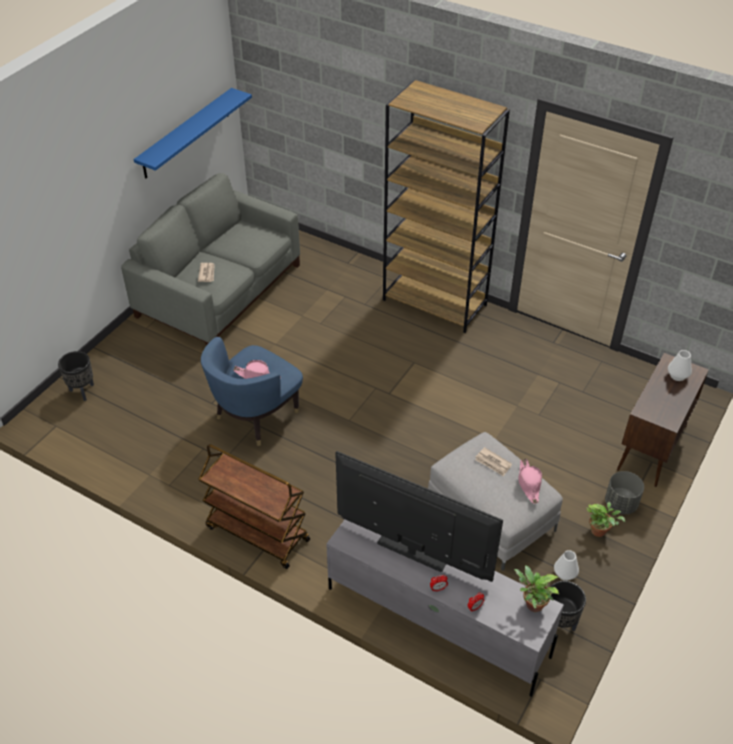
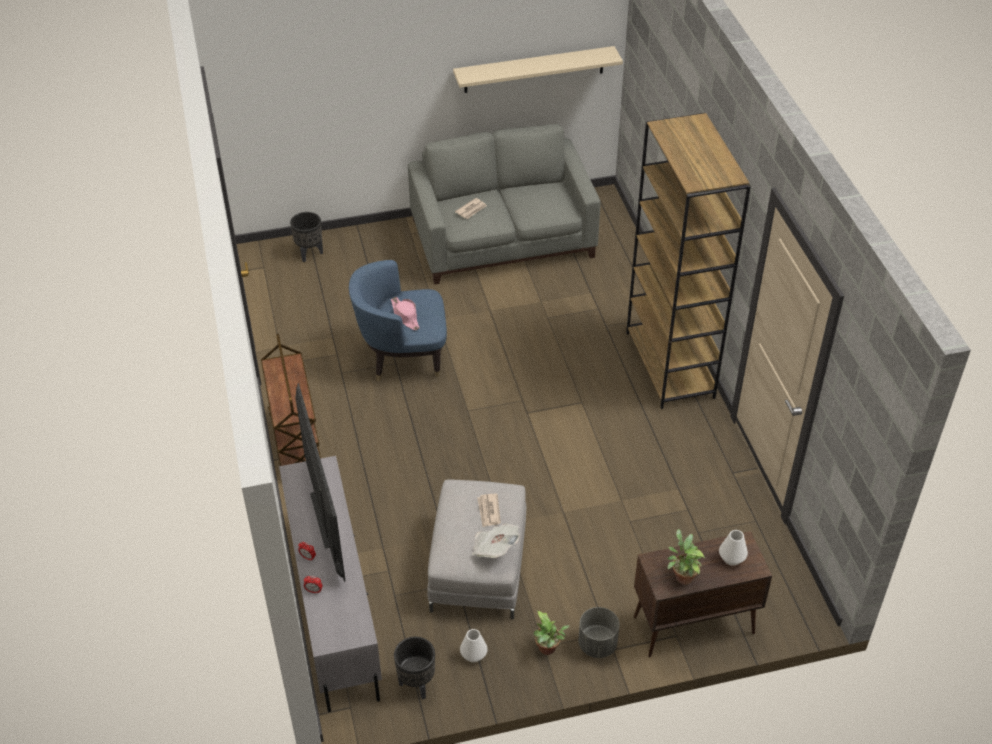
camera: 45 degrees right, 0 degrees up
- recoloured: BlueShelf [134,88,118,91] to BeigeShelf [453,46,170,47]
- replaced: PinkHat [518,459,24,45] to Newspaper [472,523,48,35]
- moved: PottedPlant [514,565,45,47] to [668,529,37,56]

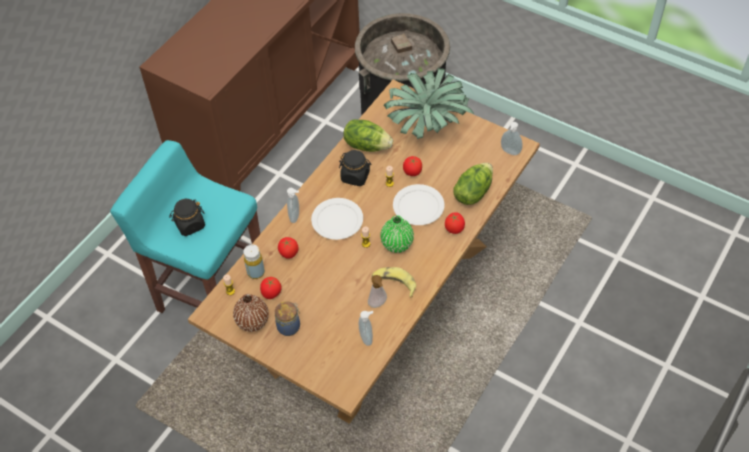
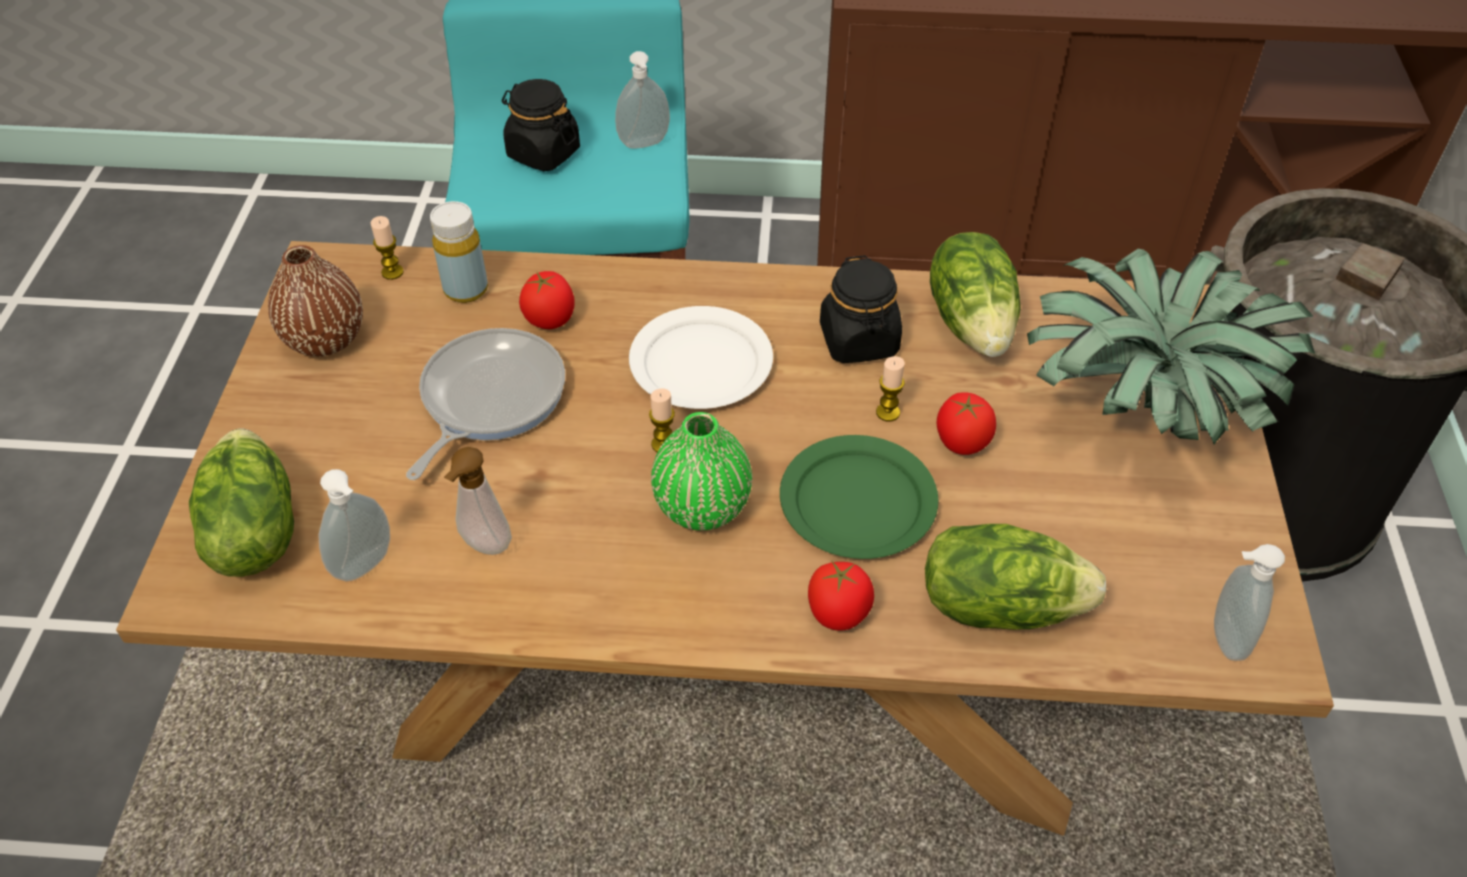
camera: 60 degrees right, 5 degrees down
- recoloured: WhitePlate [393,184,52,41] to GreenPlate [780,435,159,124]
- moved: SoapDispenser [287,188,12,35] to [615,51,55,98]
- removed: Banana [372,267,44,31]
- removed: Tomato [260,277,22,22]
- removed: Jar [275,301,25,35]
- added: FryingPan [406,328,159,152]
- added: Lettuce [189,428,105,149]

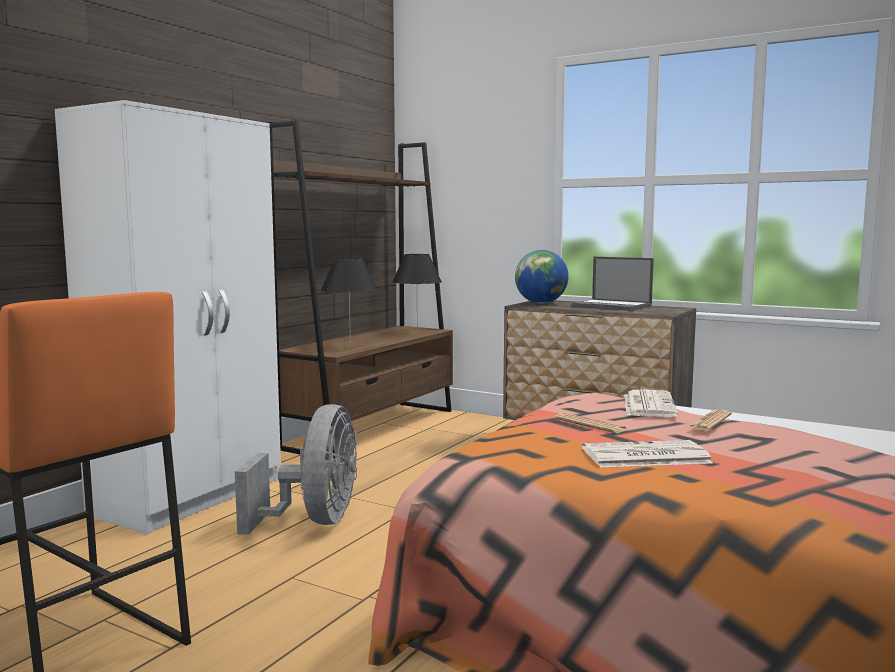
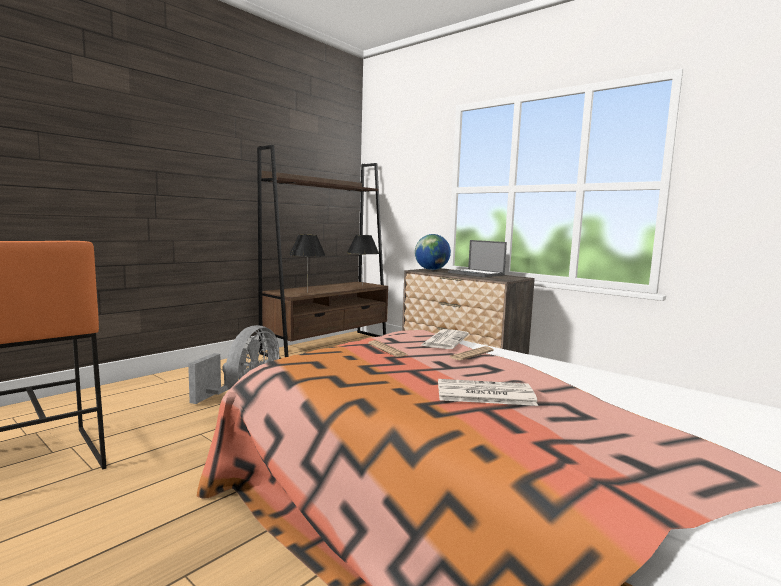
camera: 10 degrees right, 0 degrees up
- removed: WhiteWardrobe [55,100,226,434]
- moved: Newspaper [582,440,131,28] to [438,379,100,27]

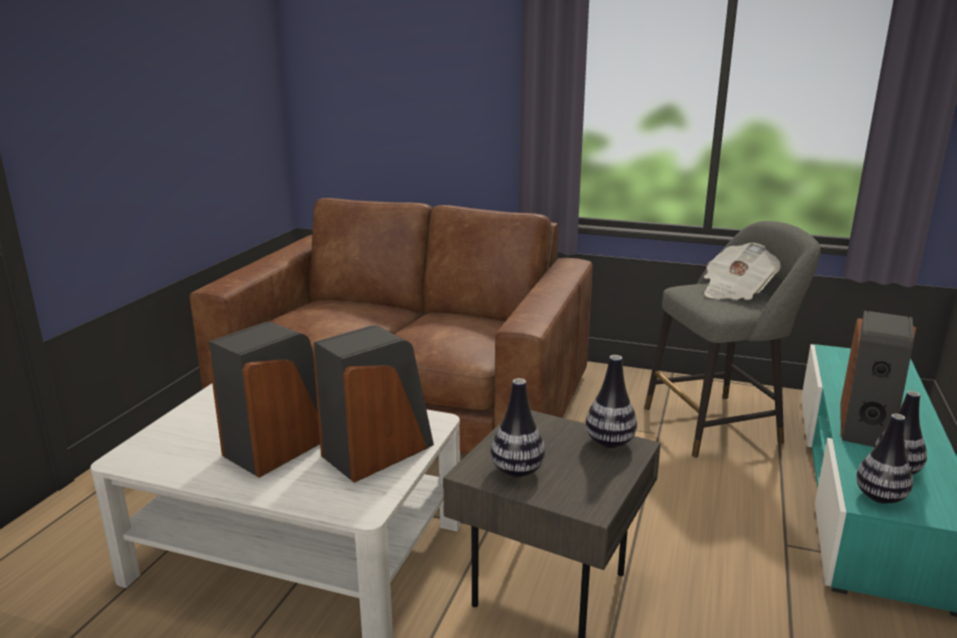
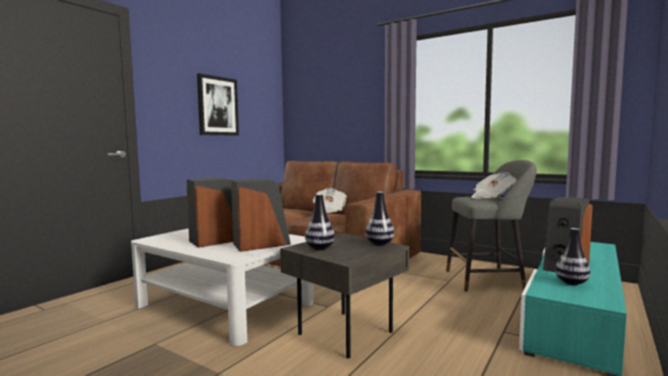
camera: 15 degrees right, 15 degrees down
- removed: Vase [856,414,57,90]
- added: Picture [197,73,42,63]
- added: Newspaper [313,188,34,25]

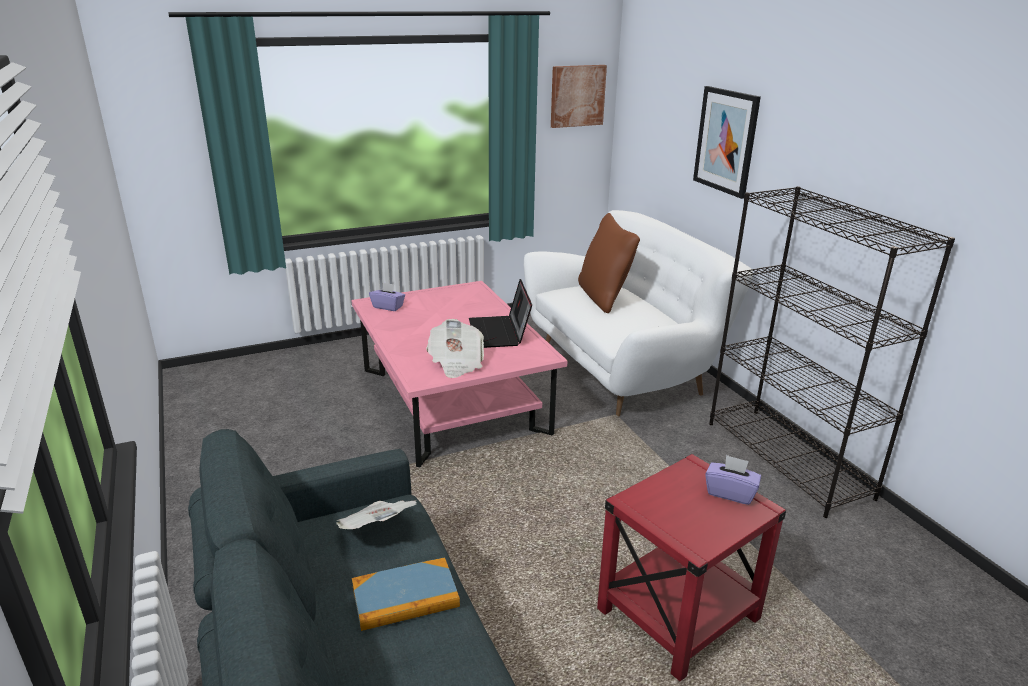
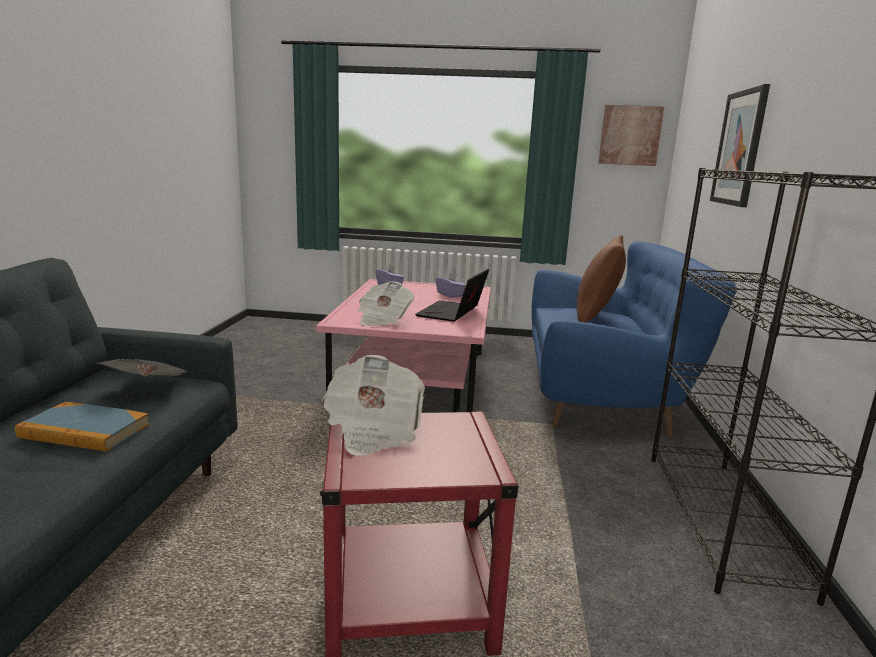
camera: 30 degrees right, 10 degrees down
- recoloured: WhiteSofa [524,210,229,207] to BlueSofa [532,241,204,196]
- moved: PurpleTissueBox [705,455,56,50] to [436,272,30,26]
- added: Newspaper [322,355,103,101]

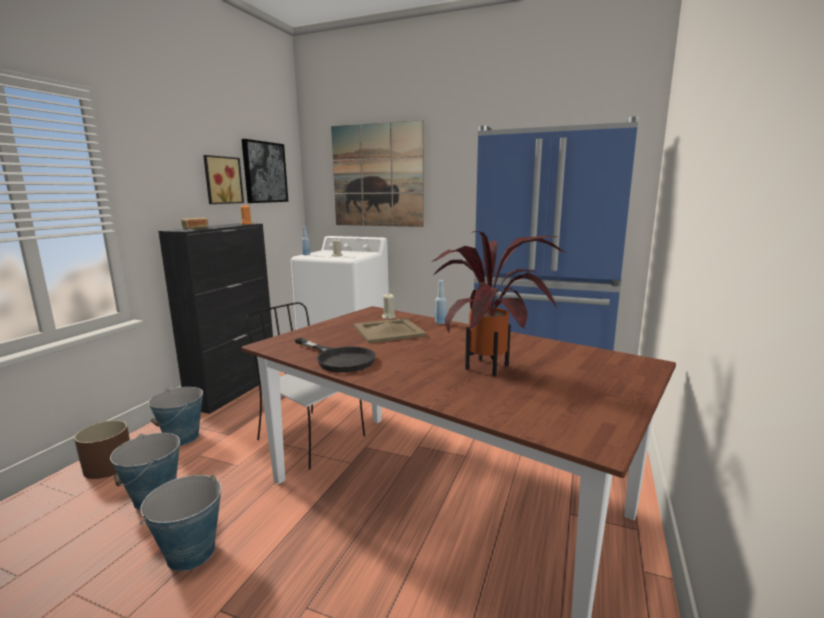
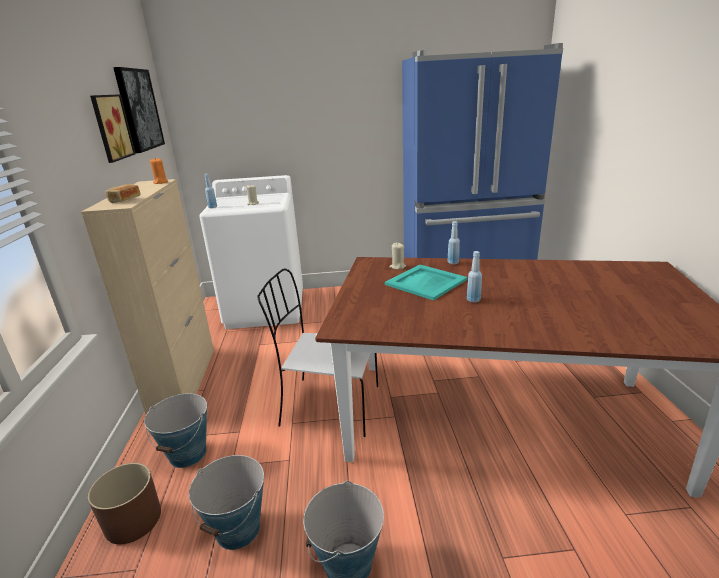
camera: 25 degrees left, 10 degrees up
- removed: Picture [331,120,93,107]
- recoloured: BlackCabinet [158,223,115,191] to BeigeCabinet [81,179,133,235]
- removed: PottedPlant [432,231,134,145]
- recoloured: BeigeTray [354,318,73,25] to TurquoiseTray [385,264,82,37]
- removed: BlackFryingPan [295,338,81,35]
- added: BlueBottle [467,251,15,52]

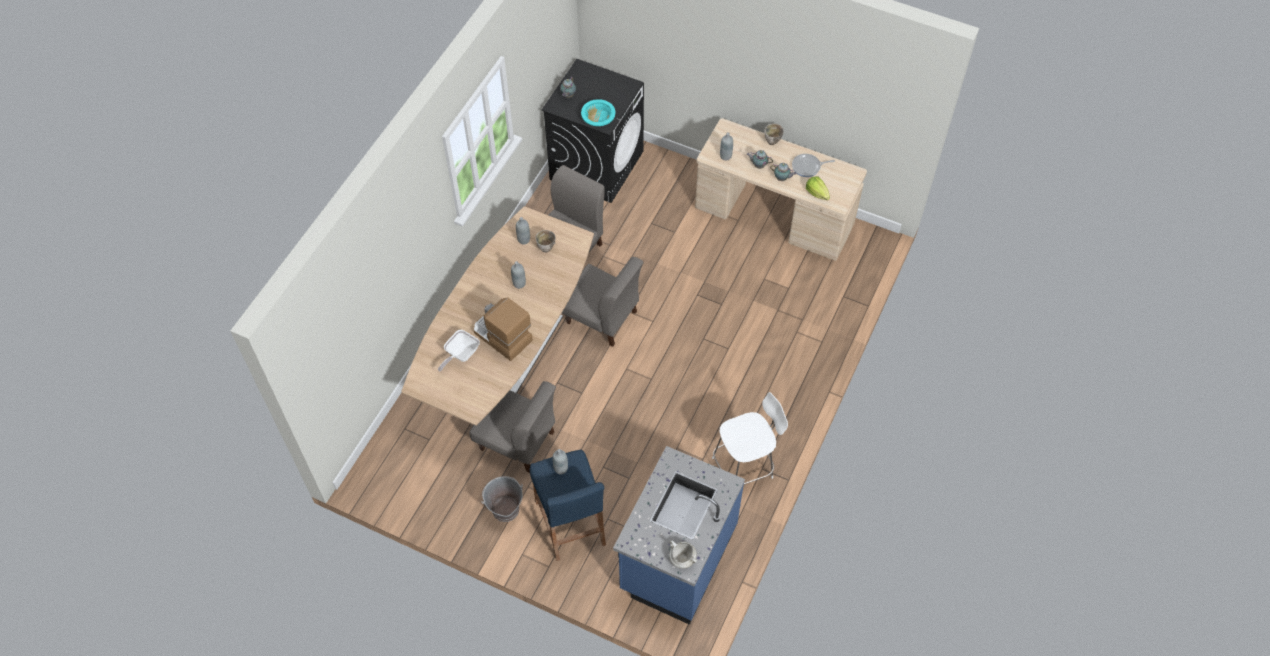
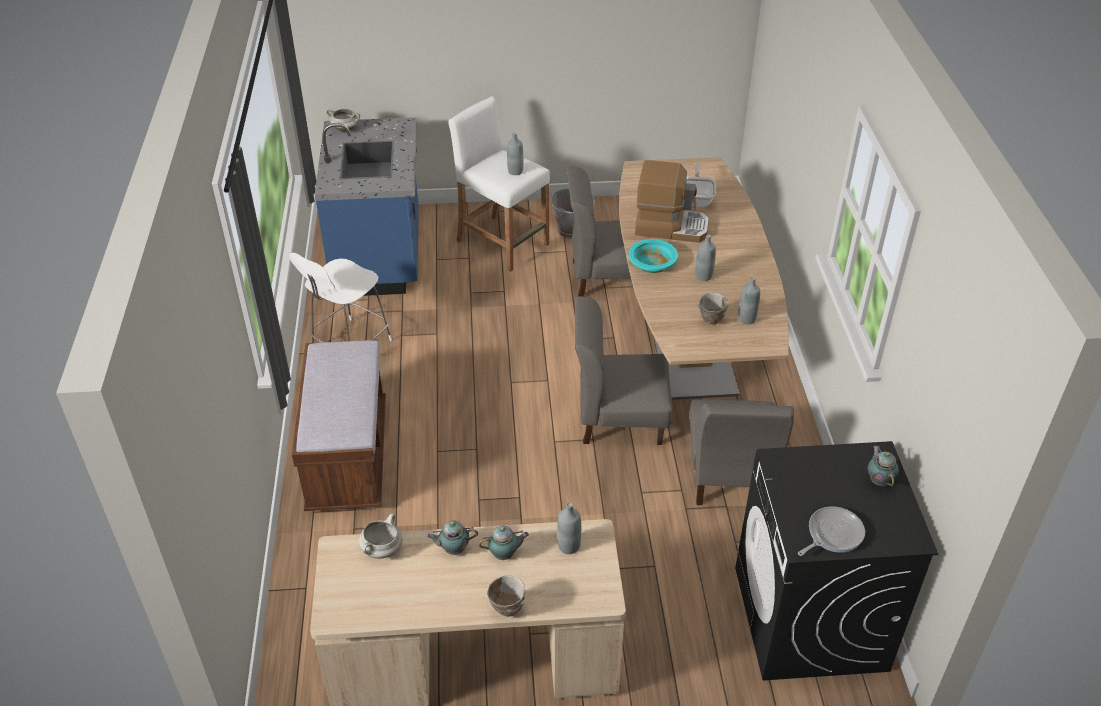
camera: 150 degrees right, 15 degrees down
- moved: TurquoiseBowl [581,99,34,27] to [629,239,49,34]
- moved: FryingPan [792,154,43,23] to [798,506,67,50]
- replaced: Lettuce [806,176,24,24] to WhiteCookingPot [359,513,43,45]
- recoloured: BlueStool [530,450,76,111] to WhiteStool [448,96,102,176]
- added: BrownBench [292,340,94,171]

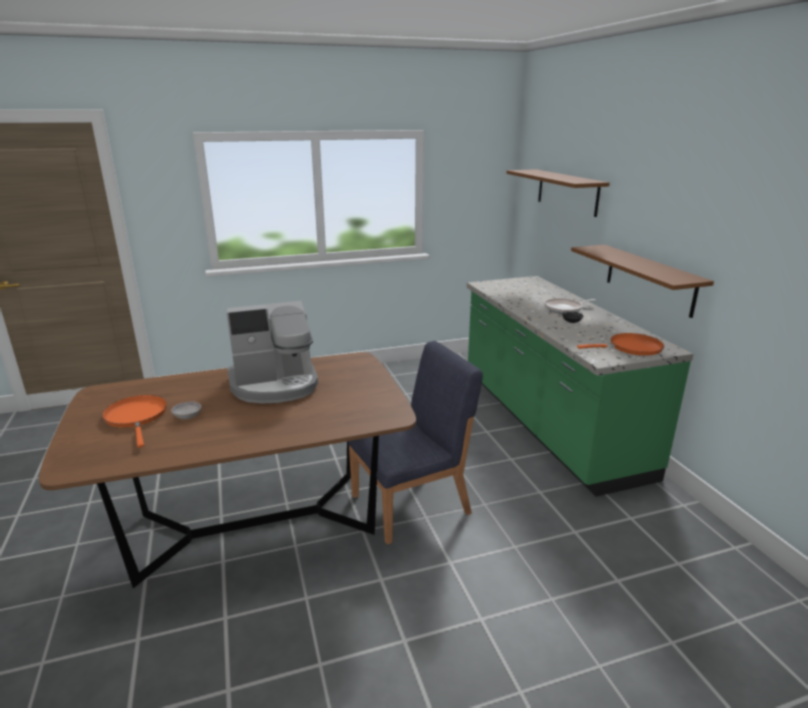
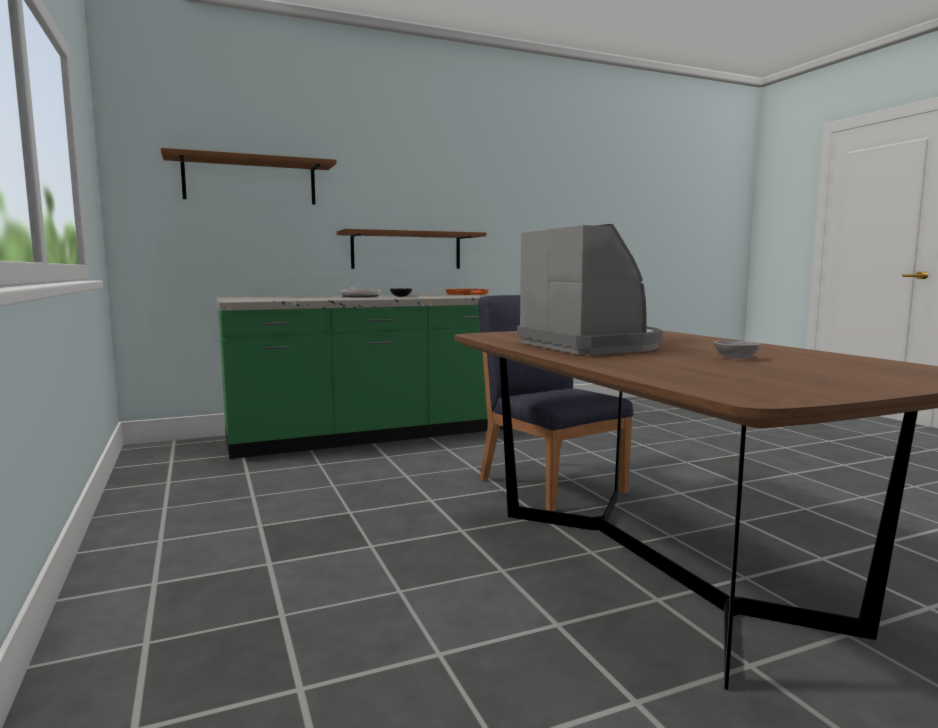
camera: 95 degrees left, 15 degrees down
- removed: OrangeFryingPan [102,395,65,53]

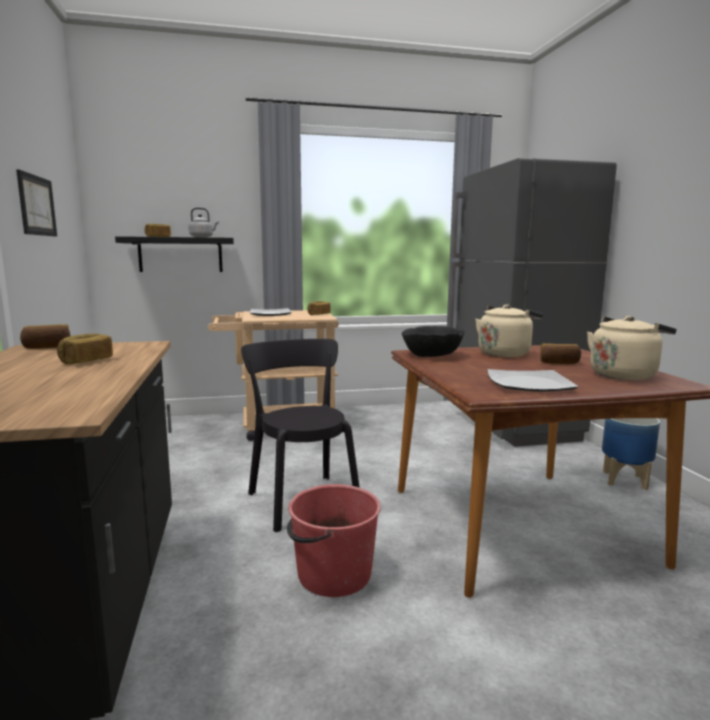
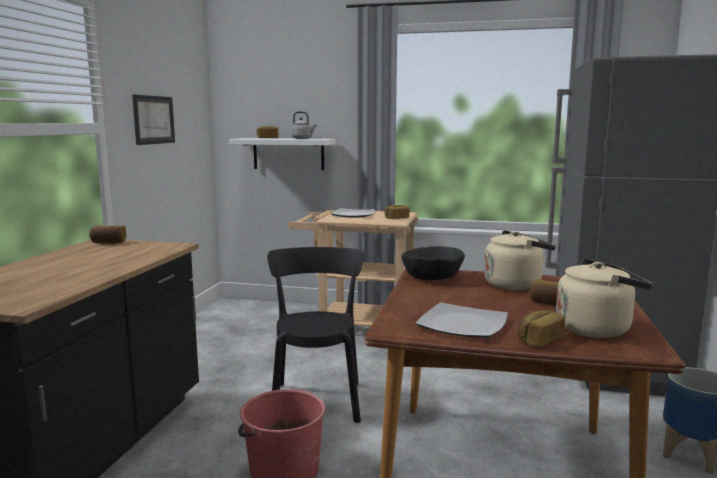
camera: 25 degrees right, 0 degrees up
- recoloured: BlackShelf [115,236,119,36] to WhiteShelf [229,138,106,32]
- moved: Bread [57,333,56,31] to [518,310,47,37]

